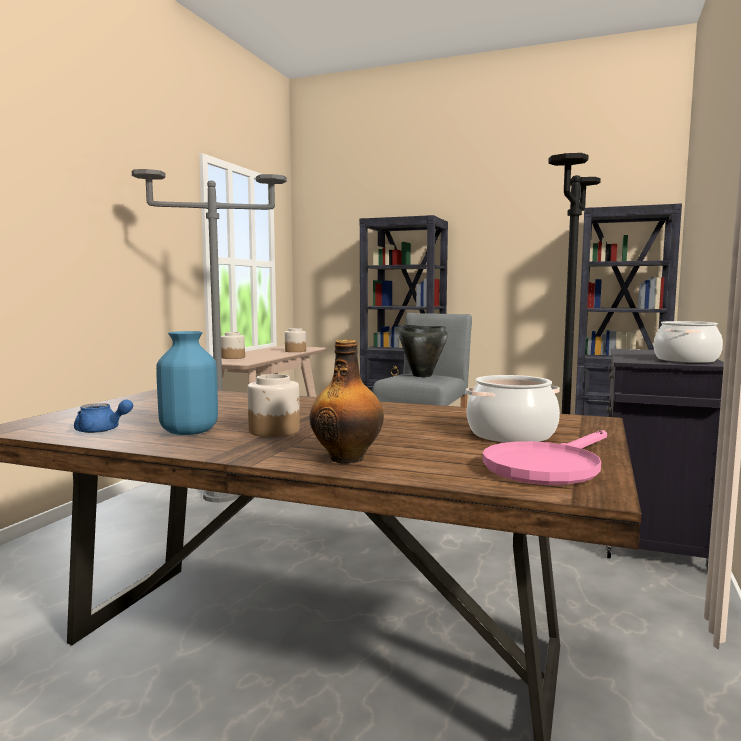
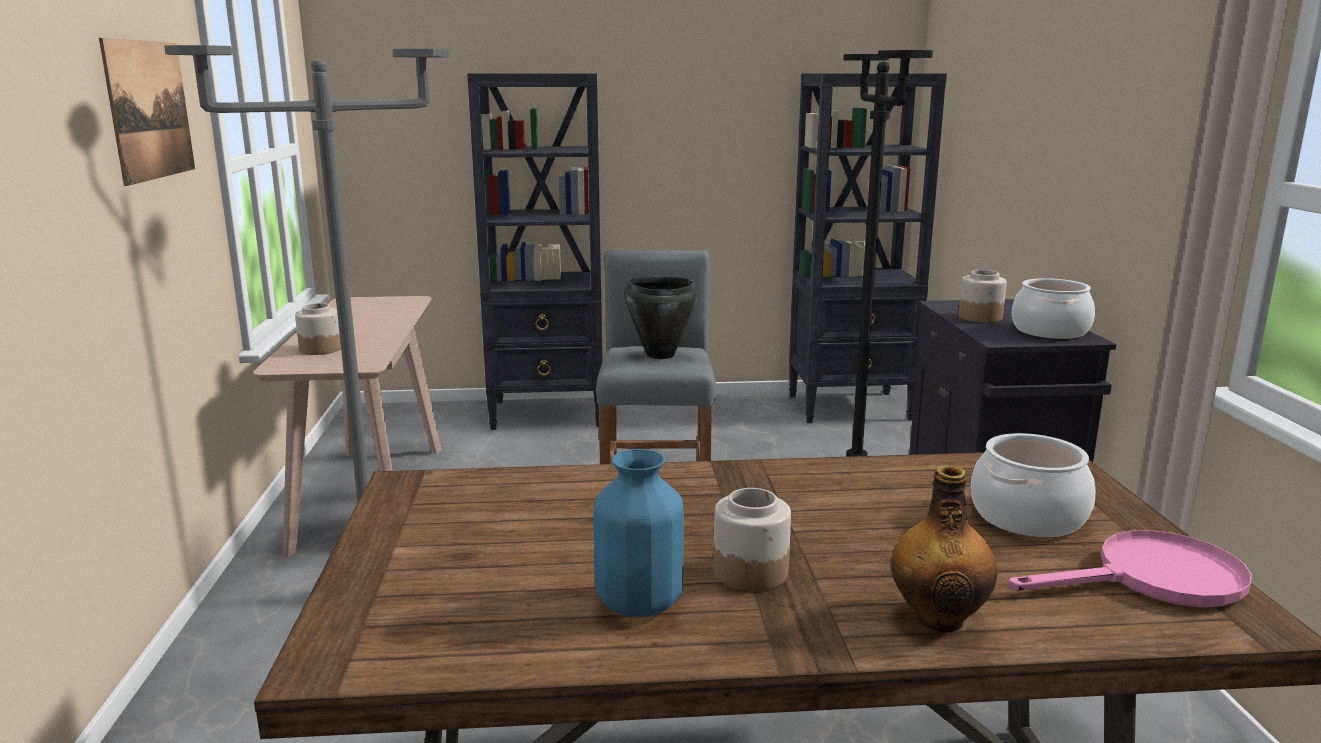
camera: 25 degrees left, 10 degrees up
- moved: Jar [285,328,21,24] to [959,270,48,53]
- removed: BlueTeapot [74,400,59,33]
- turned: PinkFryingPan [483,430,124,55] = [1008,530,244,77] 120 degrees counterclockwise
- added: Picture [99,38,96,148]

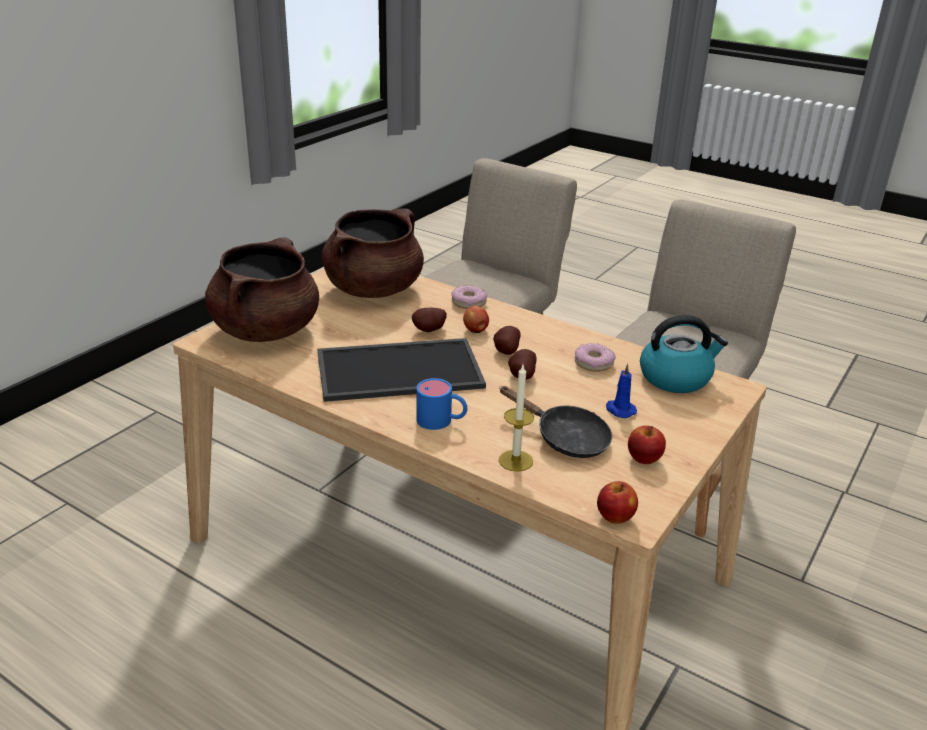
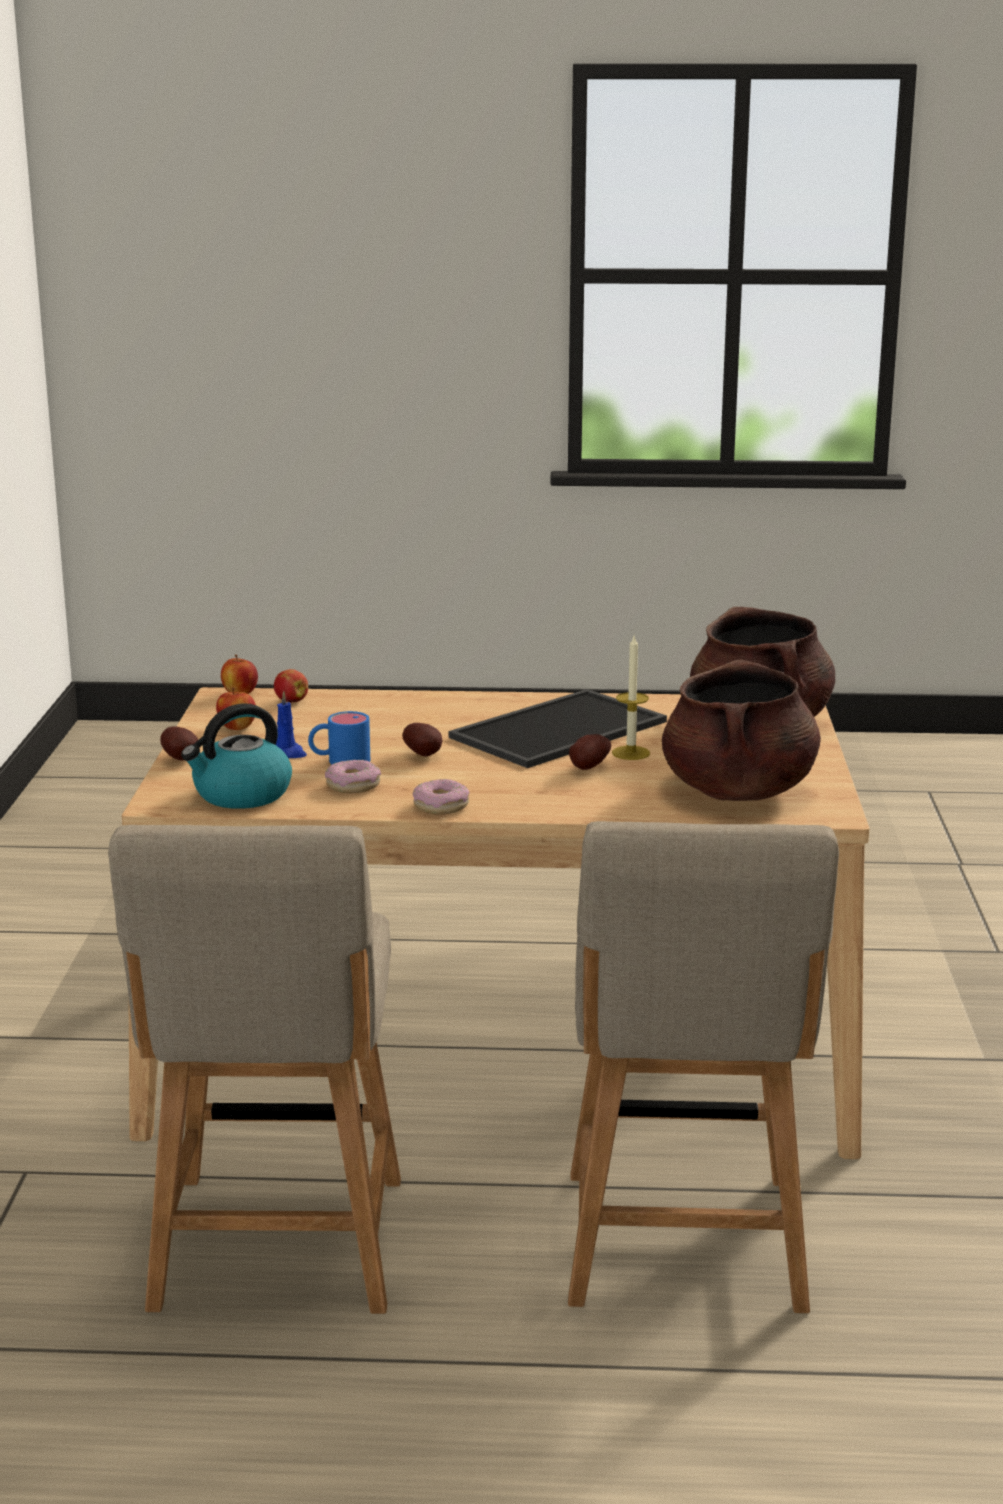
camera: 150 degrees right, 10 degrees down
- moved: Donut [452,285,36,24] to [412,779,58,36]
- moved: Apple [463,306,26,27] to [274,669,34,33]
- moved: Potato [493,326,28,29] to [160,726,38,35]
- moved: Candle [499,365,35,107] to [612,636,38,124]
- moved: BlueMug [416,378,51,52] to [308,711,62,53]
- removed: BlackFryingPan [499,386,113,72]

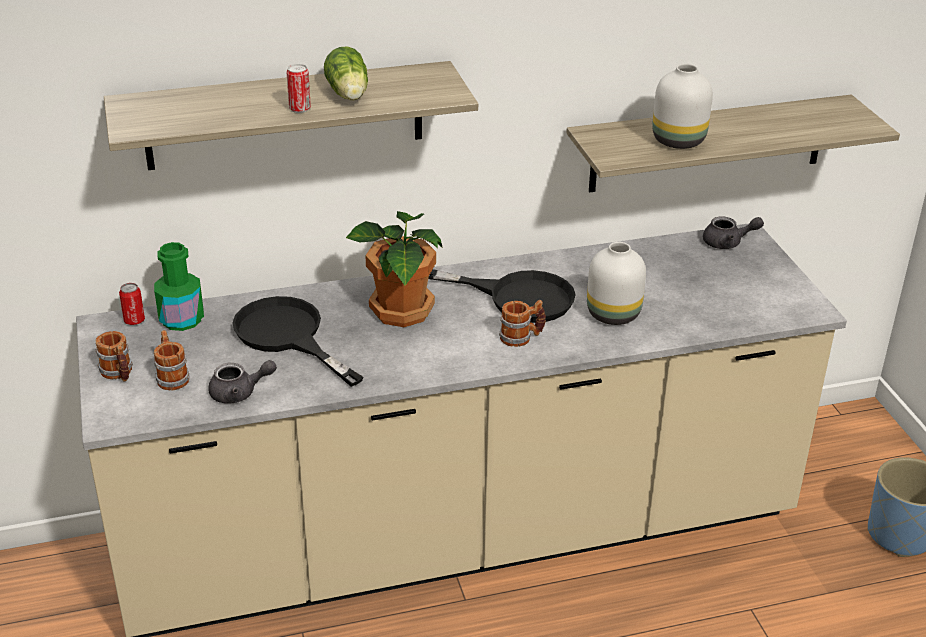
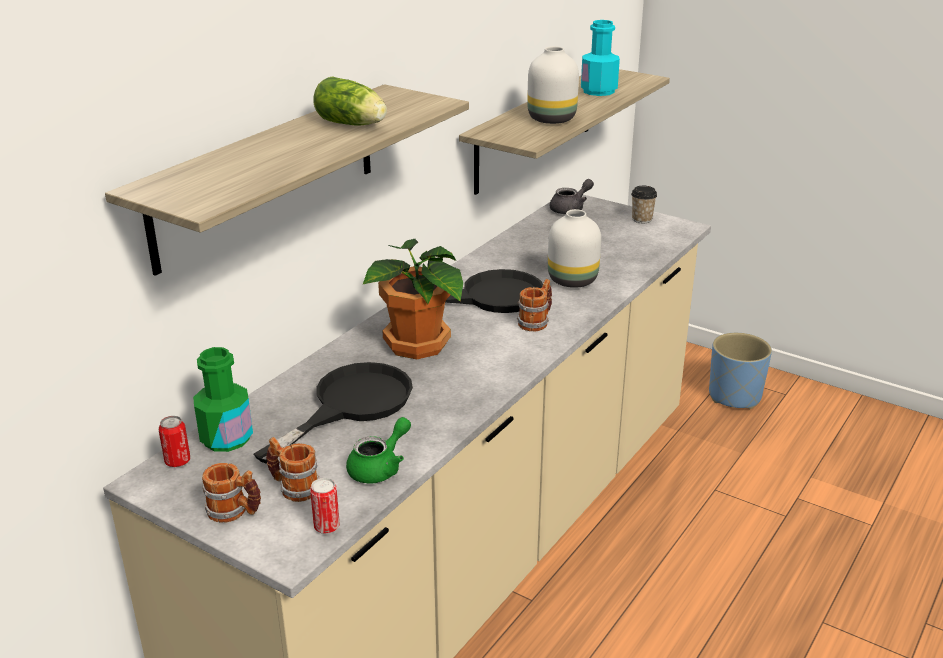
camera: 40 degrees left, 5 degrees down
- moved: Can [287,64,24,49] to [310,478,30,56]
- turned: BlackFryingPan [232,296,132,91] = [254,362,159,102] 120 degrees clockwise
- recoloured: GreyTeapot [208,360,69,44] to GreenTeapot [346,417,65,67]
- added: TurquoiseBottle [581,20,39,76]
- added: Cup [631,186,26,37]

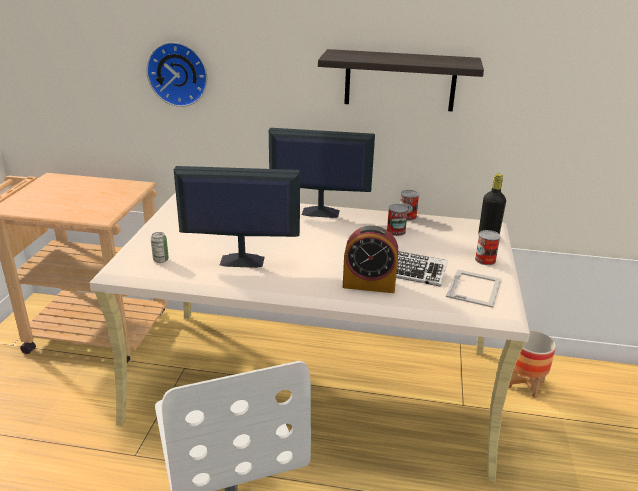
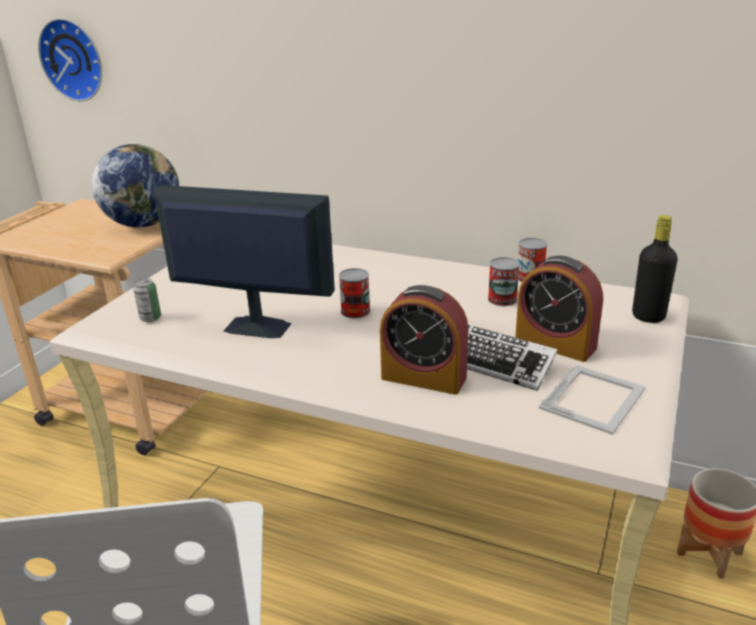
camera: 15 degrees right, 0 degrees up
- moved: WallClock [146,42,62,65] to [38,18,64,83]
- removed: Shelf [318,49,166,62]
- removed: Monitor [269,128,106,90]
- moved: Can [475,230,26,35] to [339,268,31,51]
- added: Globe [92,144,87,83]
- added: AlarmClock [515,256,88,106]

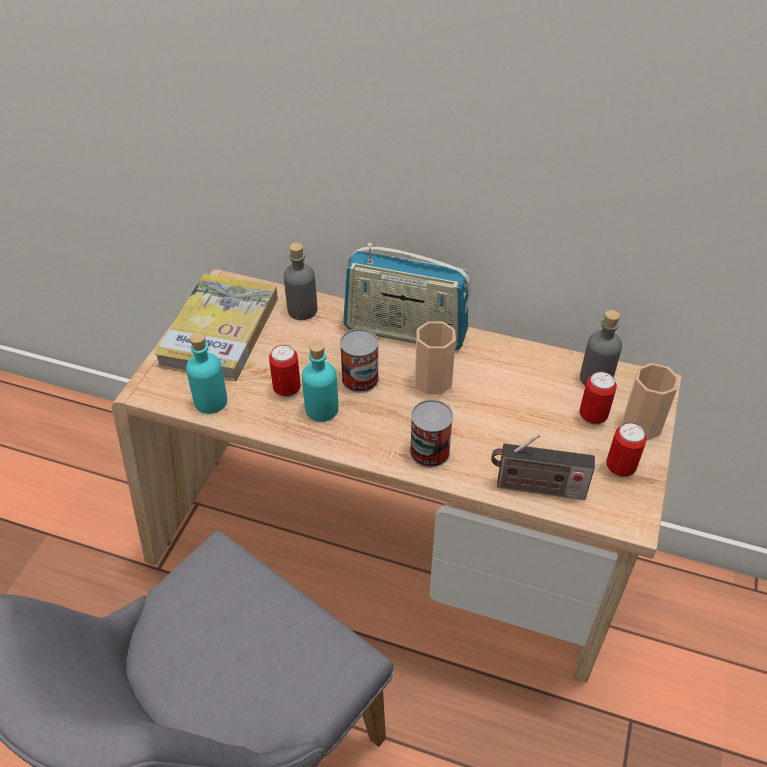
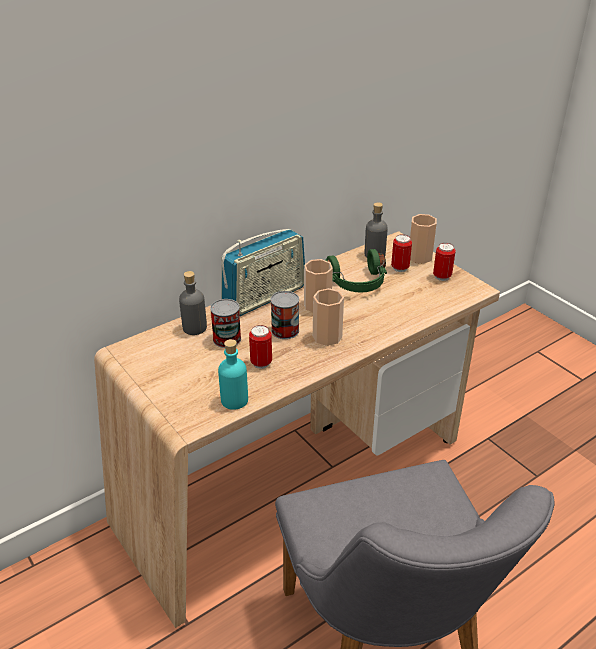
camera: 55 degrees left, 10 degrees down
- removed: Book [154,274,124,107]
- removed: TurquoiseBottle [302,341,37,81]
- moved: Can [410,400,43,68] to [210,299,31,49]
- removed: Radio [491,434,104,66]
- added: GreenHeadphones [325,249,62,44]
- added: Cup [313,288,31,58]

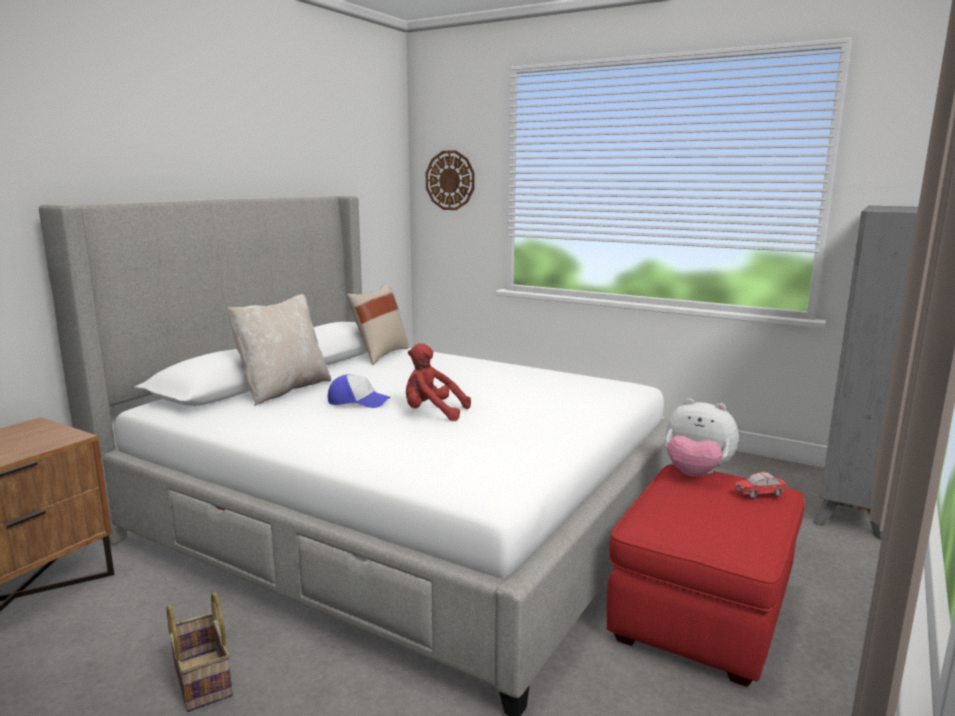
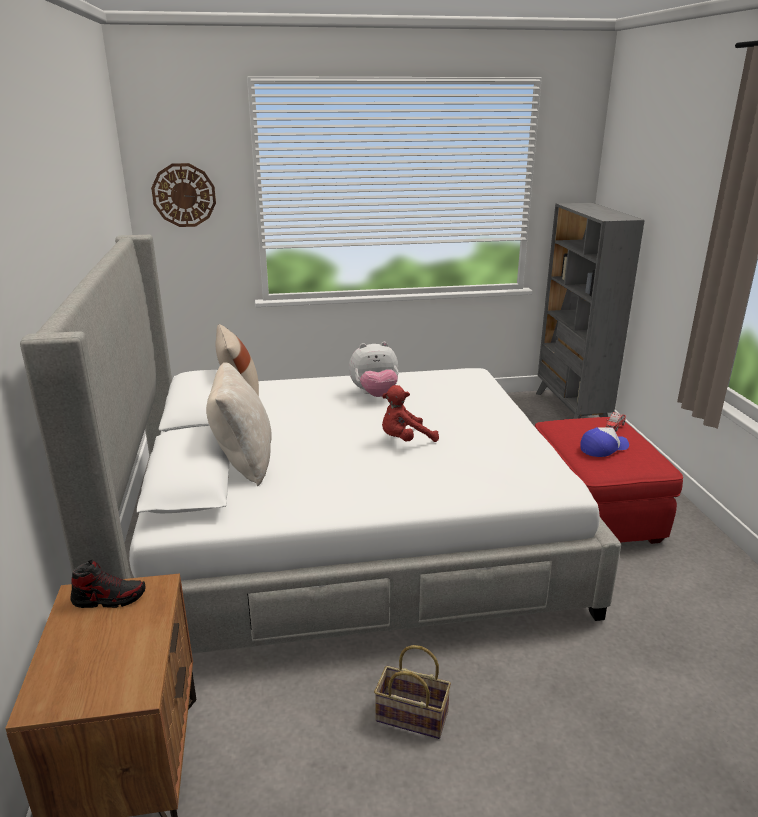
camera: 40 degrees left, 10 degrees up
- moved: Cap [328,374,62,34] to [580,427,49,30]
- moved: PlushToy [665,398,73,79] to [349,342,50,55]
- added: Shoe [71,560,74,48]

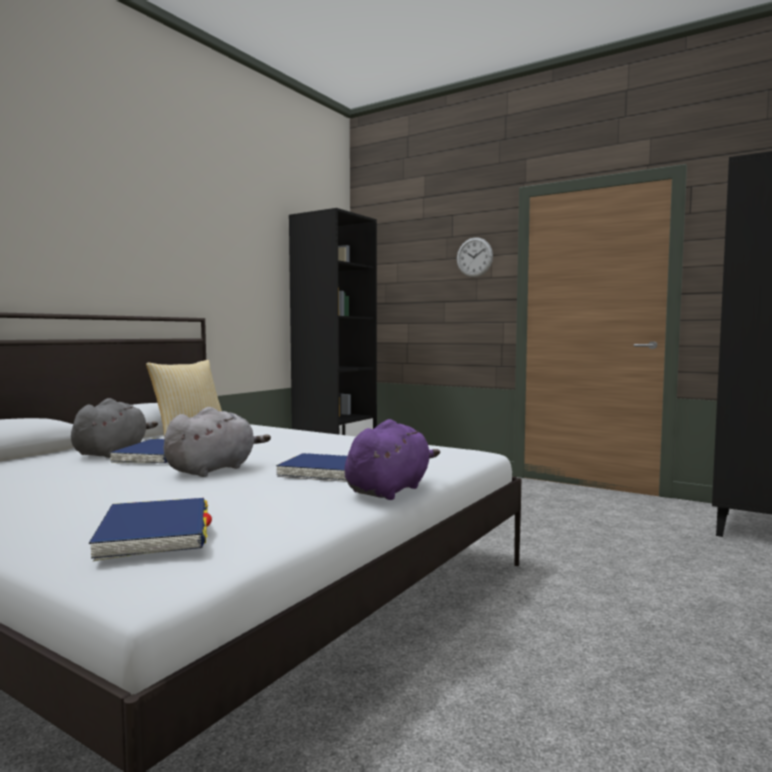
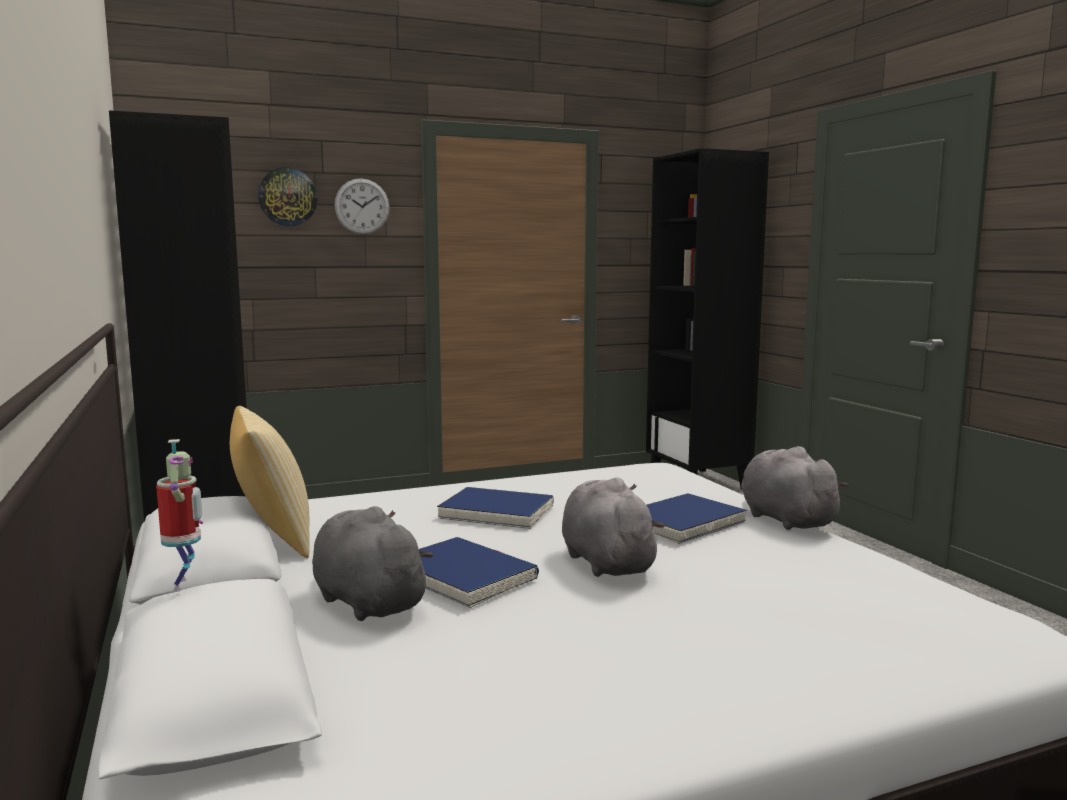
camera: 55 degrees left, 5 degrees up
- recoloured: PurplePlushToy [345,419,95,81] to GreyPlushToy [741,446,108,84]
- moved: BlueBook [89,498,123,63] to [437,487,117,42]
- added: WallClock [258,167,60,59]
- added: ToyRobot [156,439,47,153]

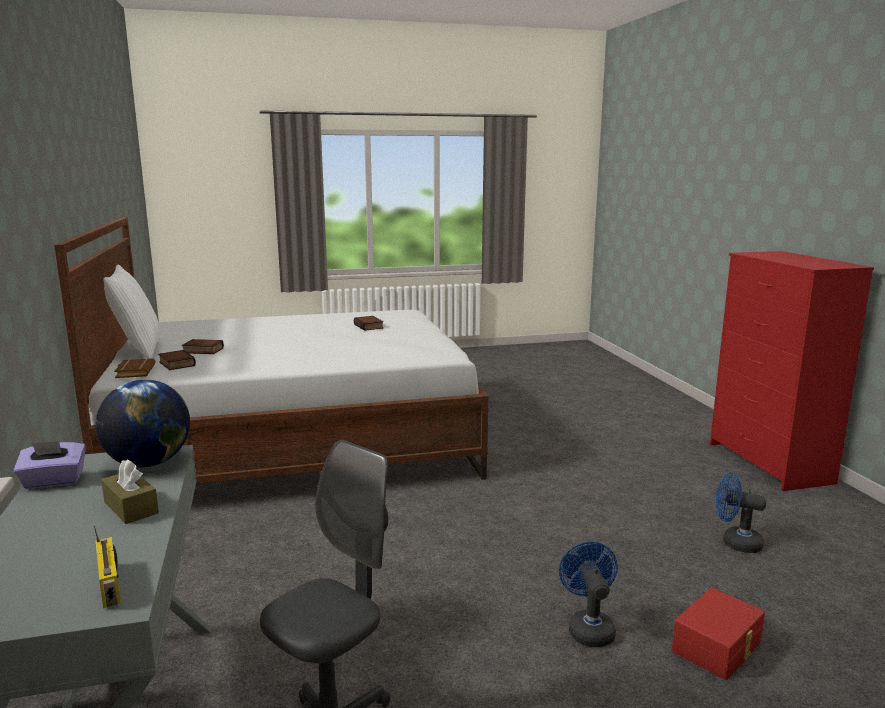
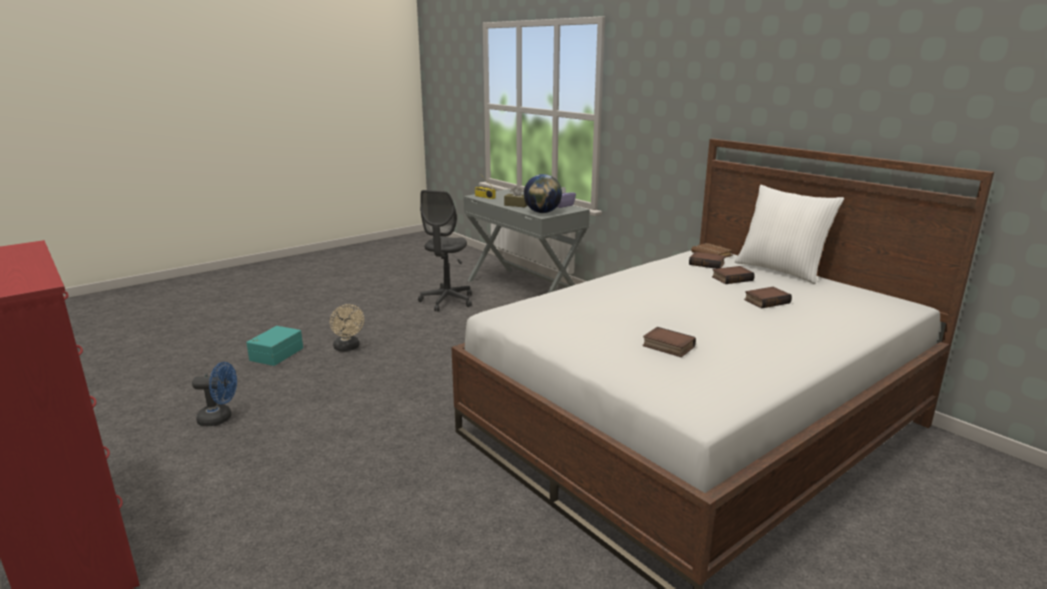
camera: 155 degrees right, 5 degrees up
- recoloured: BlueFan [559,542,59,105] to BeigeFan [330,304,34,47]
- recoloured: RedStorageBox [672,588,93,92] to TurquoiseStorageBox [246,326,57,40]
- added: Book [744,287,48,21]

